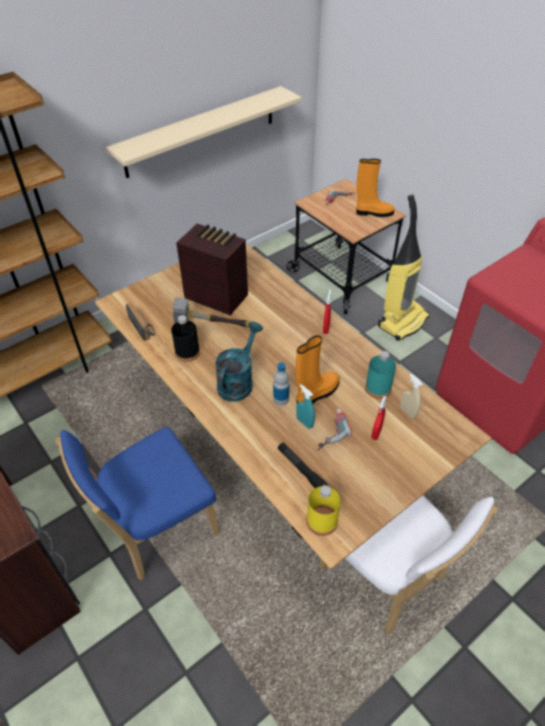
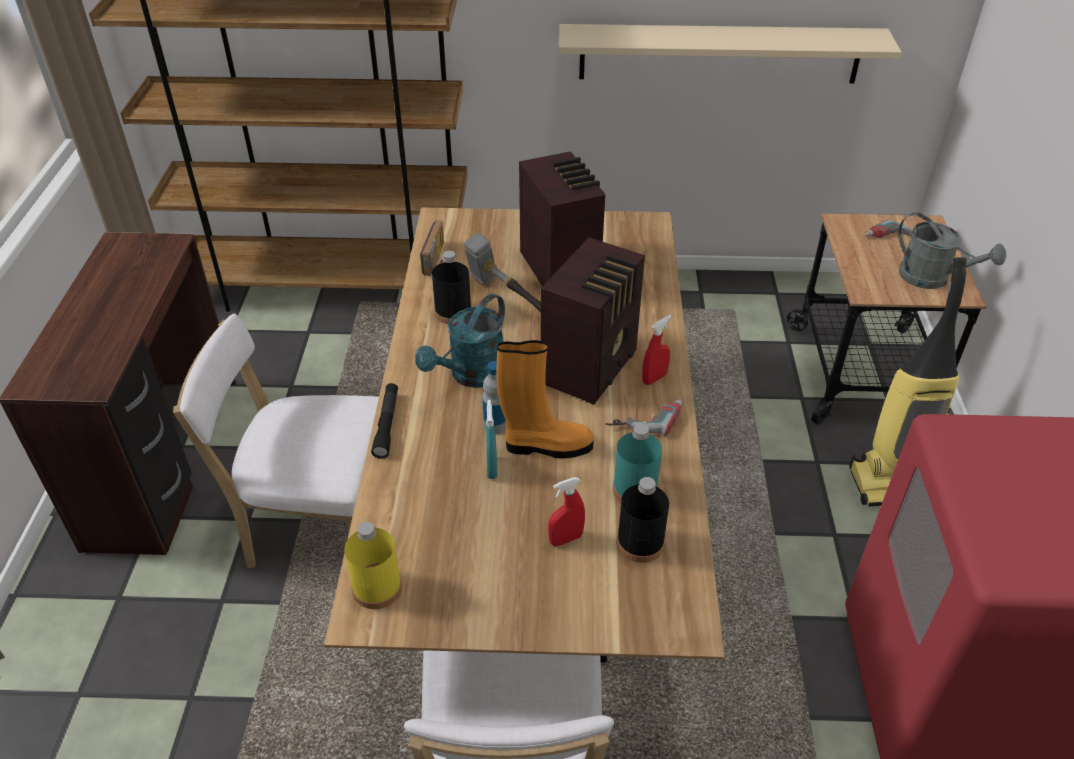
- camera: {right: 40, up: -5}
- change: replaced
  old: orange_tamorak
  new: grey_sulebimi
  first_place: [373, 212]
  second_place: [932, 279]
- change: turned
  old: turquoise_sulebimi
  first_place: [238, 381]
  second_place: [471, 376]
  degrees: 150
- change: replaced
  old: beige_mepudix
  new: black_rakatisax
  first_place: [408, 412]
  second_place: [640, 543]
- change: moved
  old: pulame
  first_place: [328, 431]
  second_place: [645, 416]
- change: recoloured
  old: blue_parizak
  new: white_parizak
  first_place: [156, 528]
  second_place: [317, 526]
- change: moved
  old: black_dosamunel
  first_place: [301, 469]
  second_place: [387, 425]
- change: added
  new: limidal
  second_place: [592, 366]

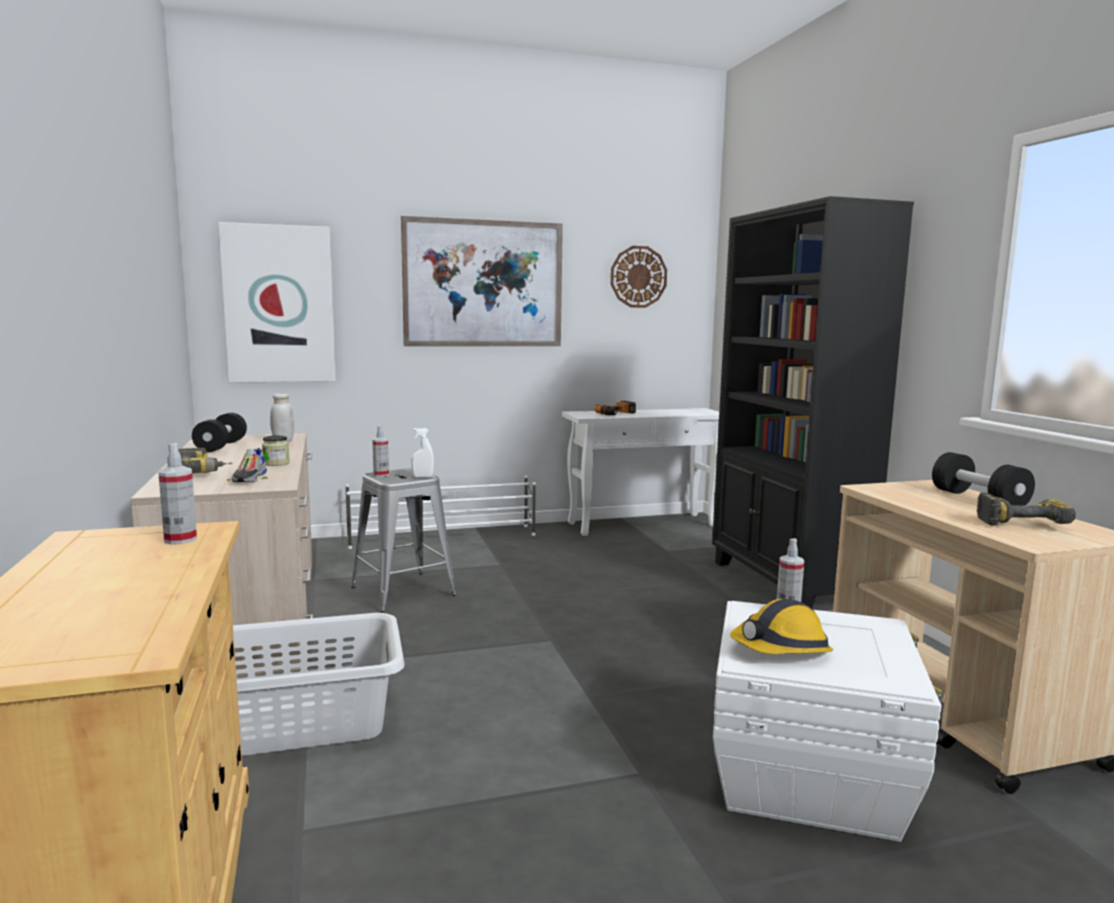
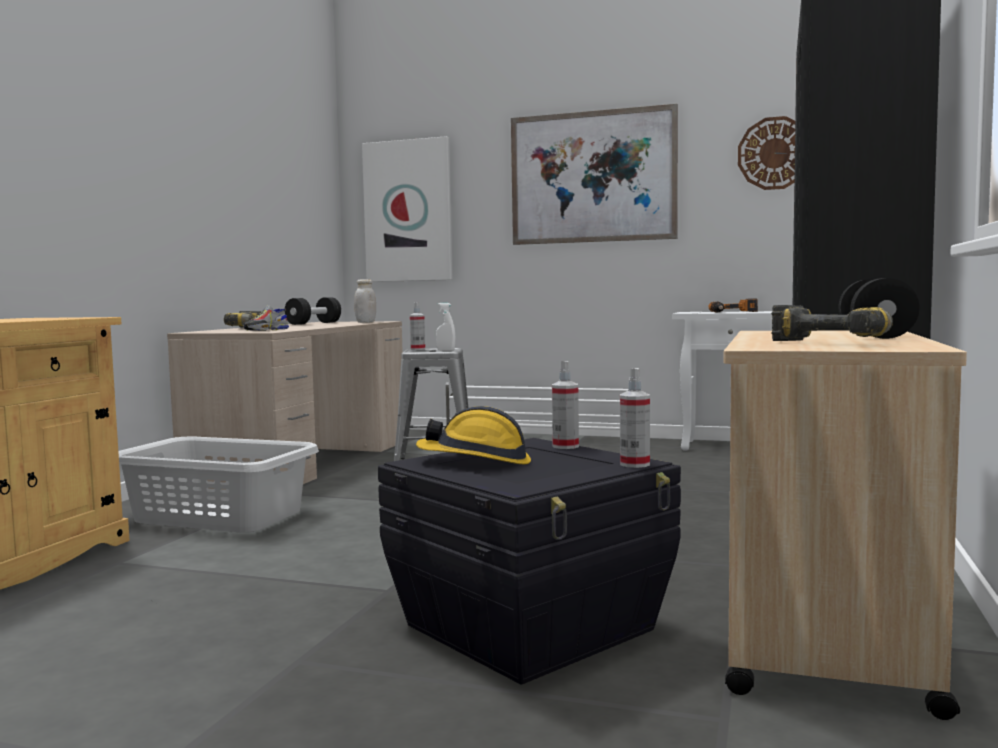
- camera: {right: 35, up: -5}
- change: removed
  old: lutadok
  first_place: [276, 463]
- change: moved
  old: mepudix
  first_place: [180, 539]
  second_place: [634, 464]
- change: recoloured
  old: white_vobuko
  new: black_vobuko
  first_place: [809, 776]
  second_place: [532, 627]

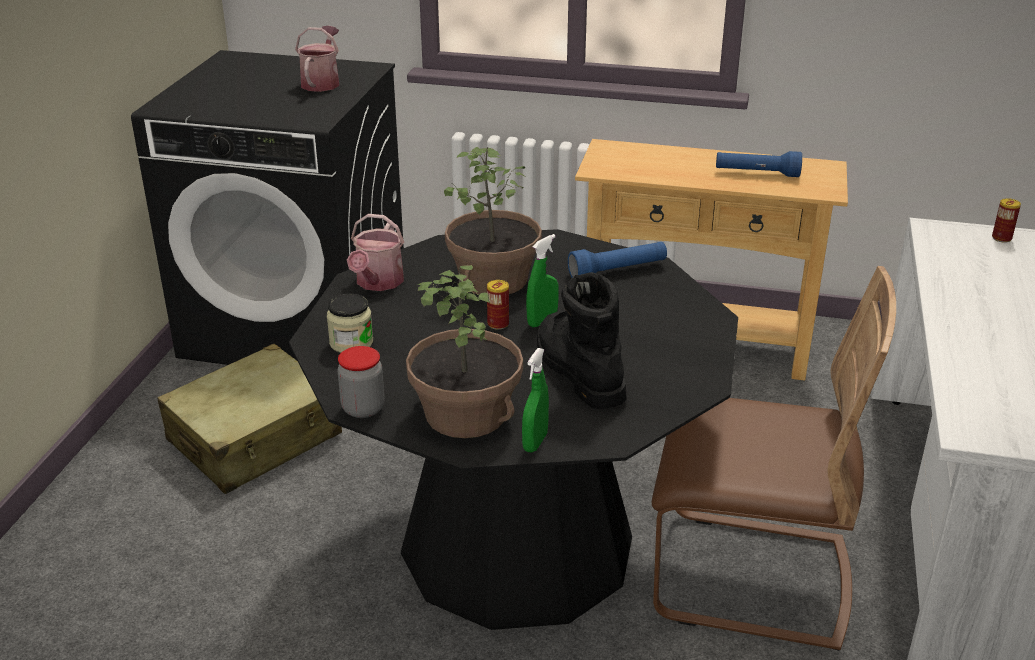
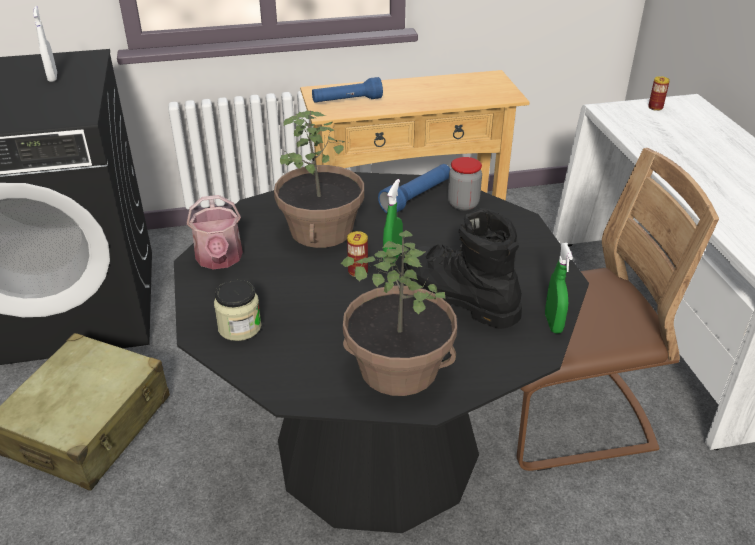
- camera: {right: -25, up: 5}
- change: replaced
  old: sulebimi
  new: white_mepudix
  first_place: [322, 82]
  second_place: [52, 77]
- change: moved
  old: blue_dosamunel
  first_place: [757, 173]
  second_place: [347, 101]
- change: moved
  old: lutadok
  first_place: [363, 408]
  second_place: [463, 204]
- change: moved
  old: green_mepudix
  first_place: [535, 442]
  second_place: [553, 323]

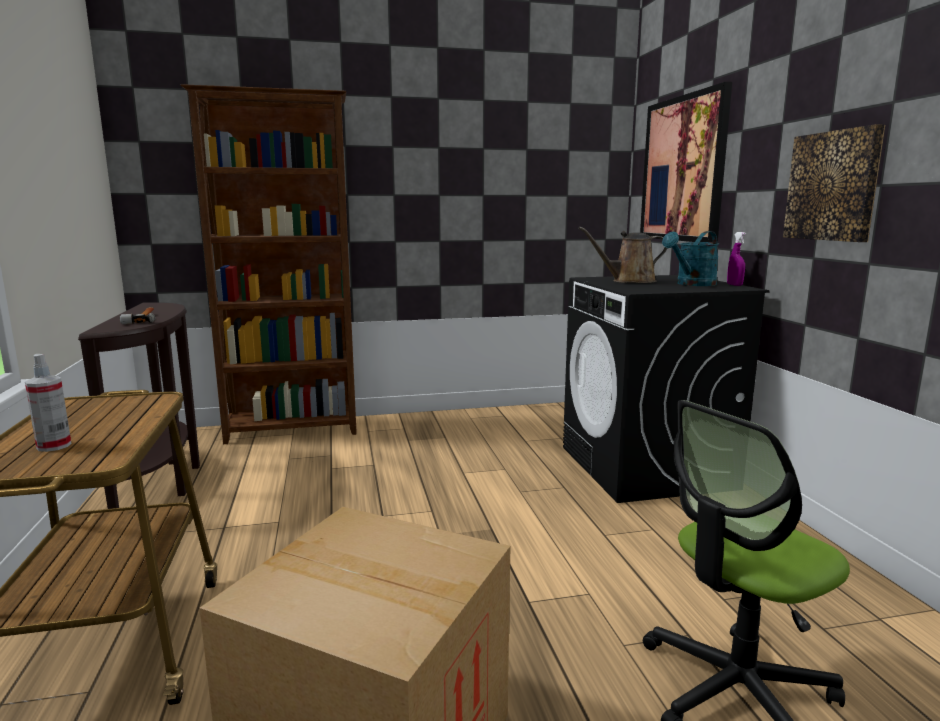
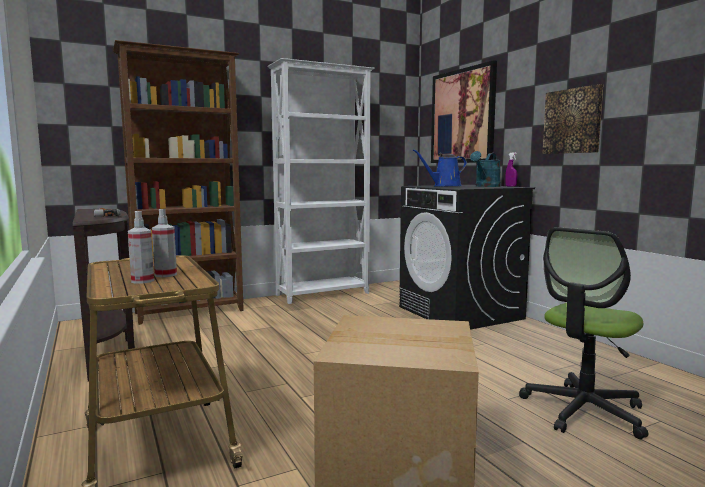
- camera: {right: -15, up: -5}
- change: recoloured
  old: brown_sulebimi
  new: blue_sulebimi
  first_place: [629, 281]
  second_place: [444, 186]
- change: added
  new: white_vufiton
  second_place: [324, 294]
- change: added
  new: mepudix
  second_place: [165, 275]

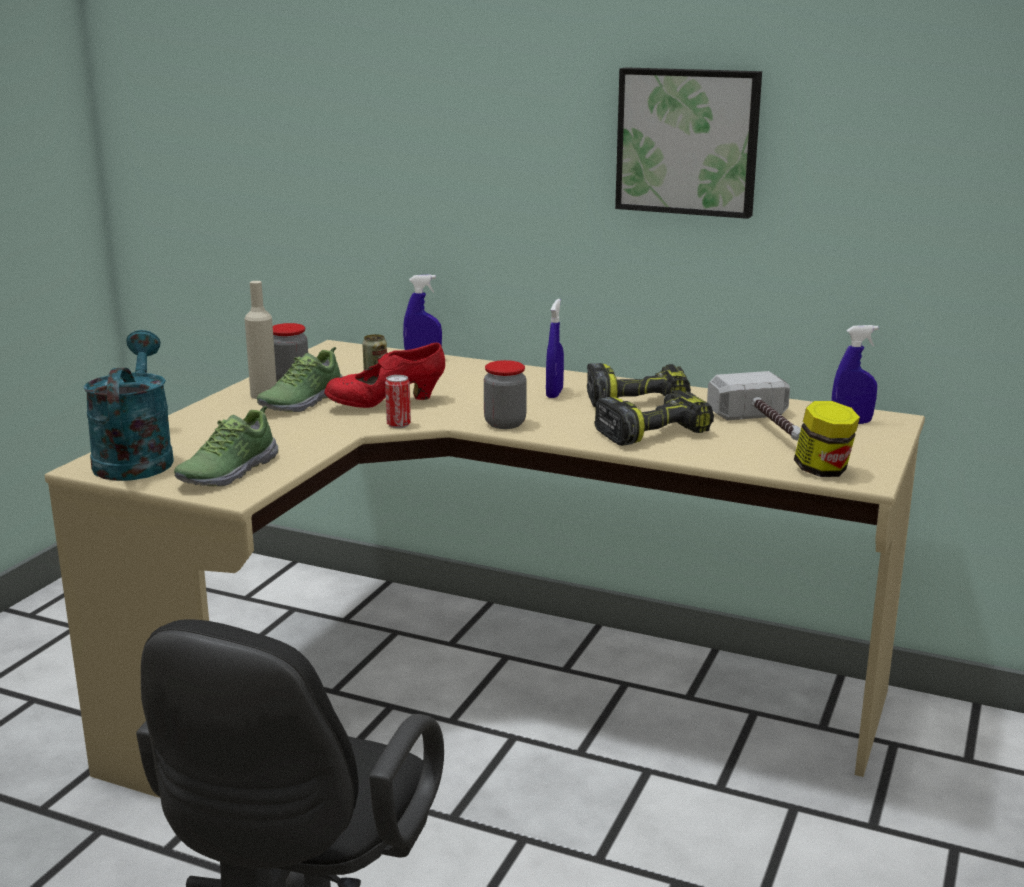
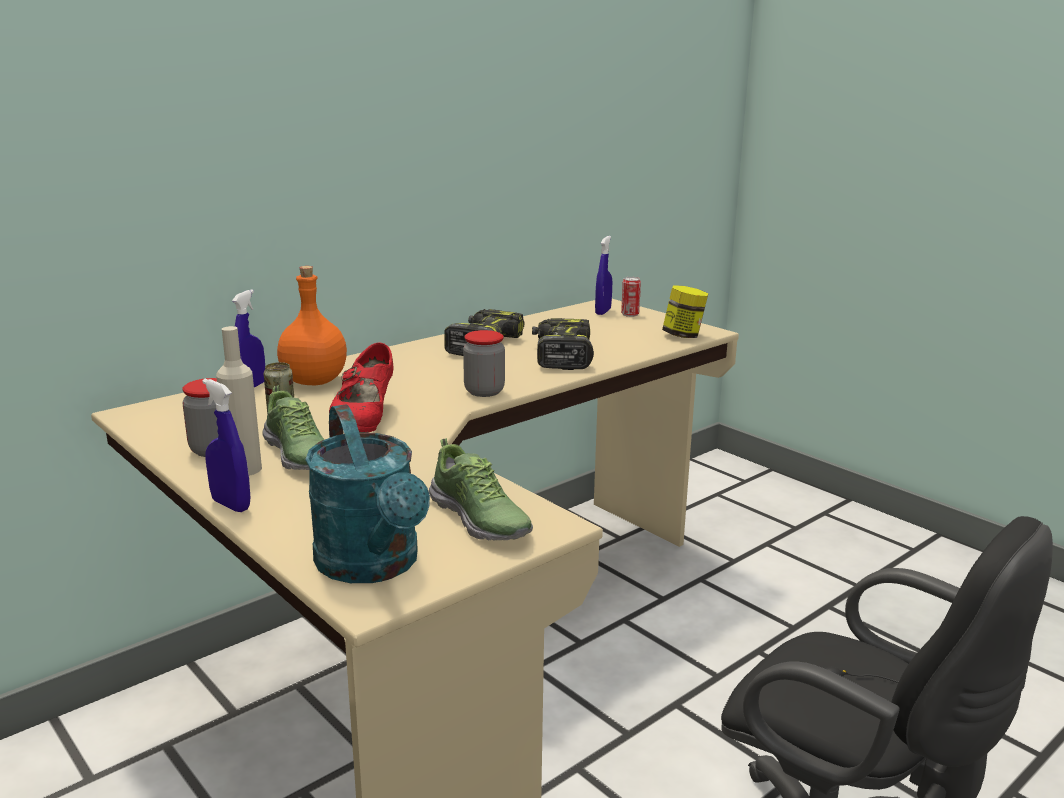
- camera: {right: -65, up: 0}
- change: removed
  old: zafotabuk
  first_place: [688, 141]
- change: moved
  old: blue_mepudix
  first_place: [554, 393]
  second_place: [231, 505]
- change: turned
  old: turquoise_sulebimi
  first_place: [135, 458]
  second_place: [373, 566]
  degrees: -135
- change: removed
  old: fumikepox
  first_place: [766, 429]
- change: moved
  old: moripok
  first_place: [398, 425]
  second_place: [630, 314]
- change: added
  new: orange_rakatisax
  second_place: [315, 381]

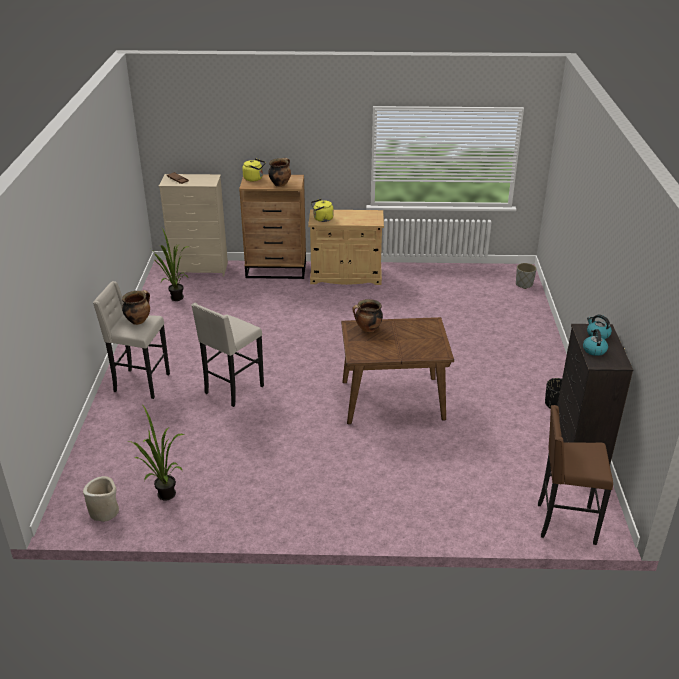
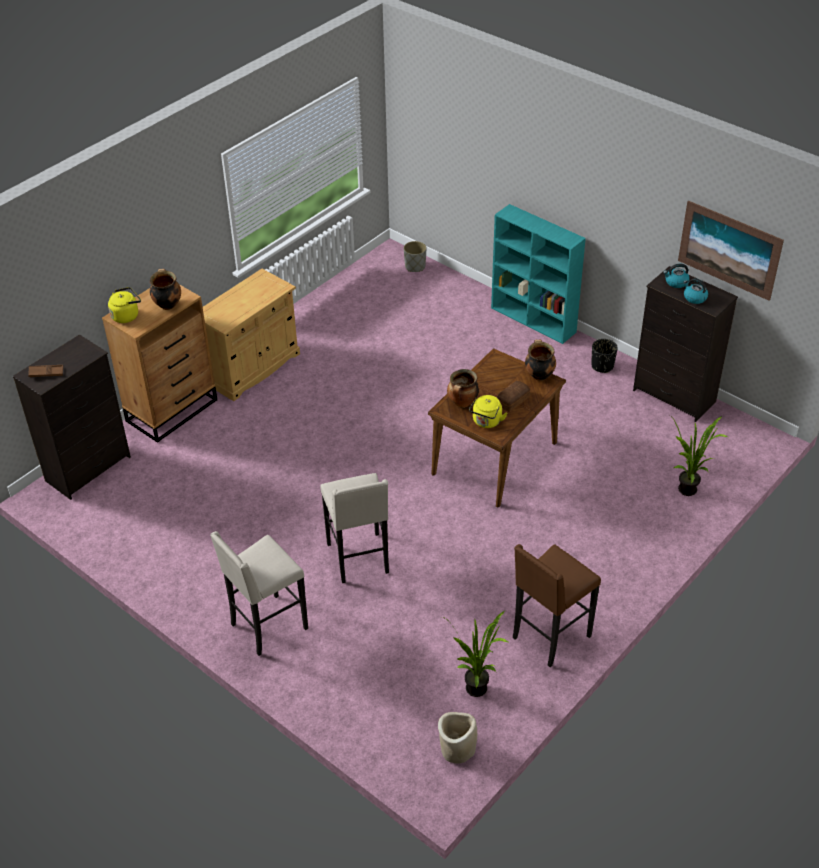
- camera: {right: -50, up: 10}
- change: recoloured
  old: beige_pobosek
  new: black_pobosek
  first_place: [200, 269]
  second_place: [89, 469]
- change: moved
  old: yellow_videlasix
  first_place: [322, 219]
  second_place: [486, 422]
- change: moved
  old: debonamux
  first_place: [174, 299]
  second_place: [689, 493]
- change: moved
  old: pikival
  first_place: [138, 320]
  second_place: [539, 375]
- change: moved
  old: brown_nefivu
  first_place: [564, 523]
  second_place: [549, 637]
- change: added
  new: zafotabuk
  second_place: [729, 250]
- change: added
  new: turquoise_vufiton
  second_place: [534, 320]
- change: added
  new: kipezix
  second_place: [512, 400]

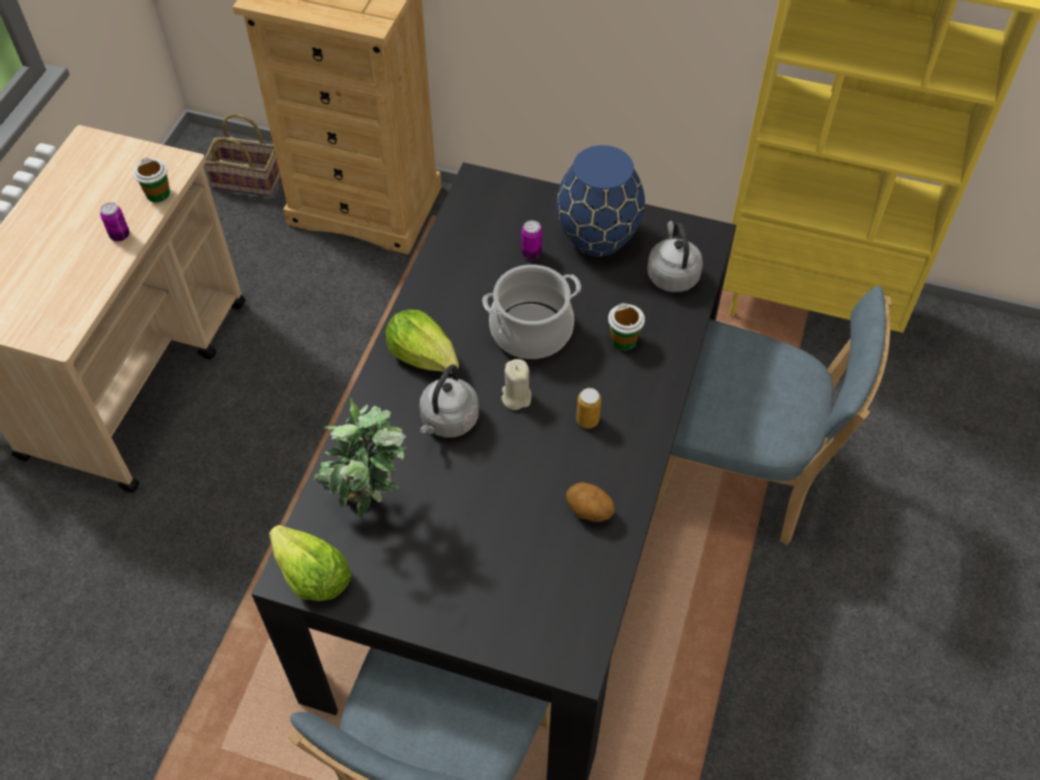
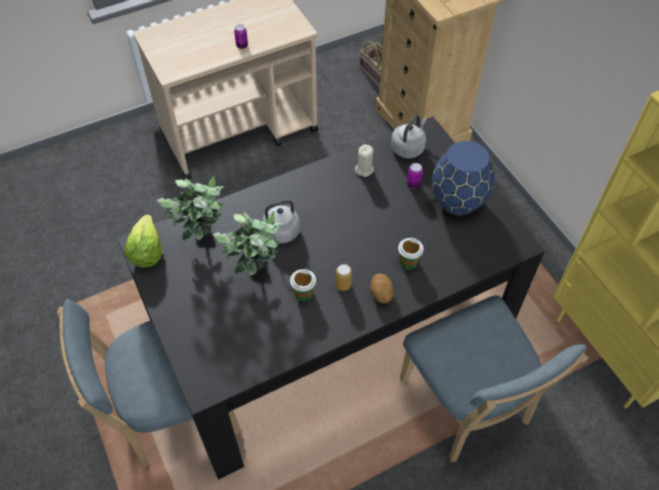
- camera: {right: 45, up: 0}
- change: moved
  old: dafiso
  first_place: [158, 194]
  second_place: [303, 293]
- change: moved
  old: grey_videlasix
  first_place: [672, 274]
  second_place: [408, 147]
- change: removed
  old: pikival
  first_place: [531, 330]
- change: removed
  old: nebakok
  first_place: [424, 355]
- change: moved
  old: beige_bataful
  first_place: [516, 397]
  second_place: [364, 169]
- change: moved
  old: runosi
  first_place: [588, 511]
  second_place: [380, 294]
- change: added
  new: debonamux
  second_place: [256, 275]

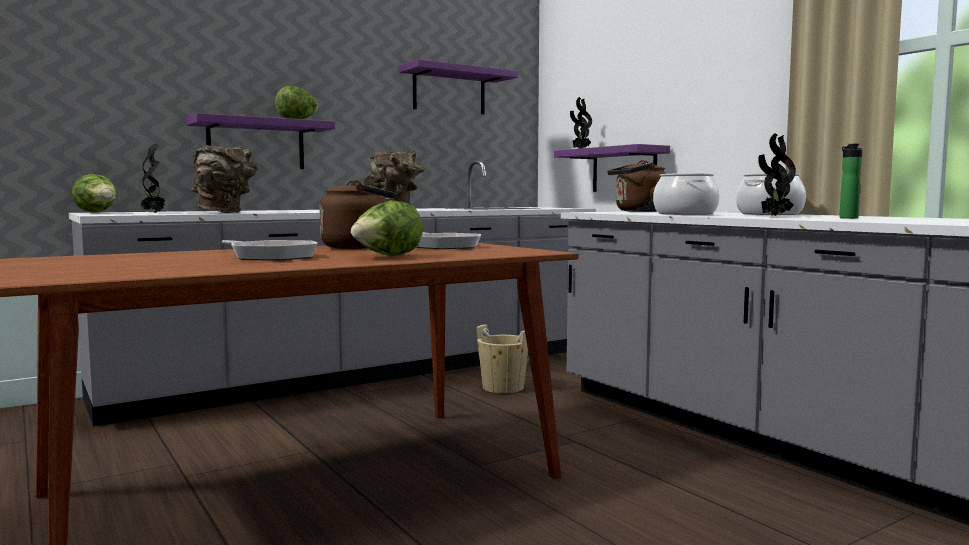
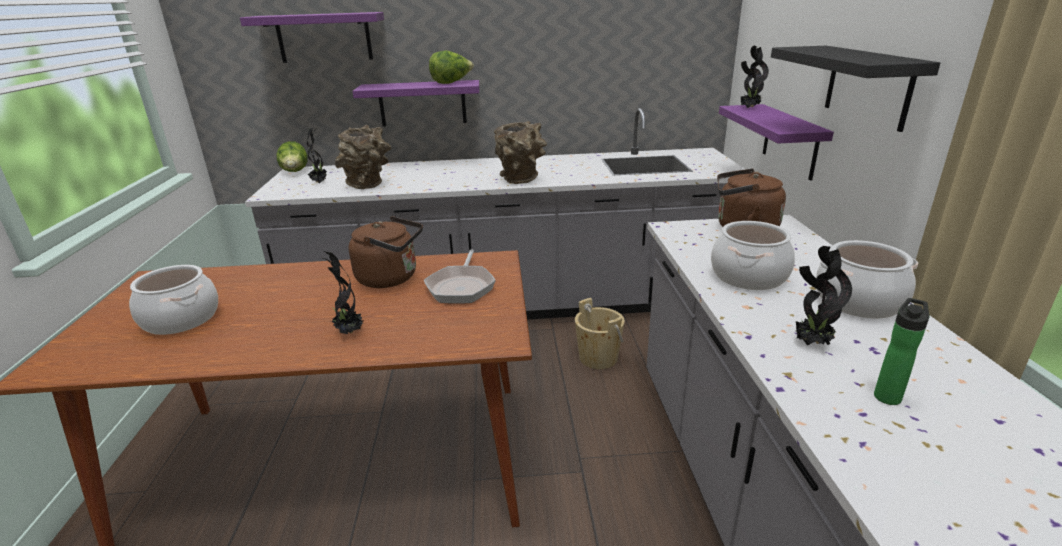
- camera: {right: 30, up: 20}
- change: moved
  old: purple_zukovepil
  first_place: [449, 91]
  second_place: [324, 37]
- change: replaced
  old: nebakok
  new: debonamux
  first_place: [387, 256]
  second_place: [348, 332]
- change: removed
  old: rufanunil
  first_place: [270, 256]
- change: added
  new: black_zukovepil
  second_place: [867, 86]
- change: added
  new: pikival
  second_place: [180, 319]

